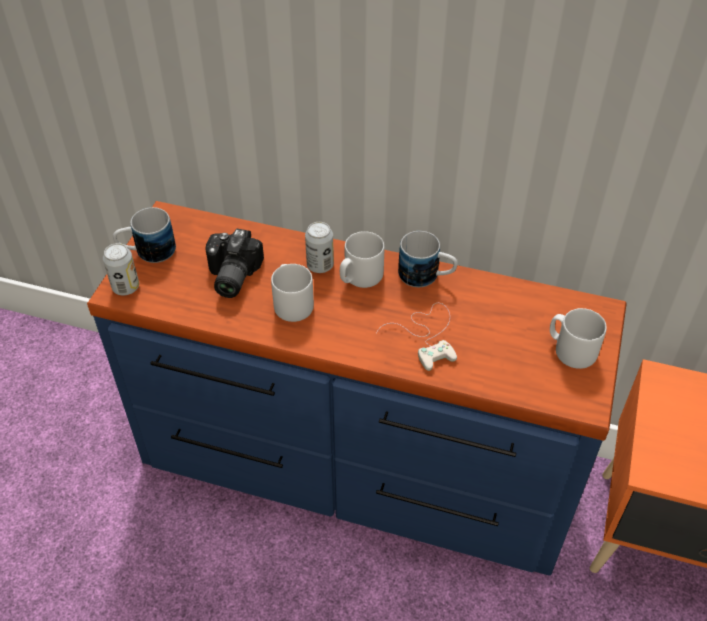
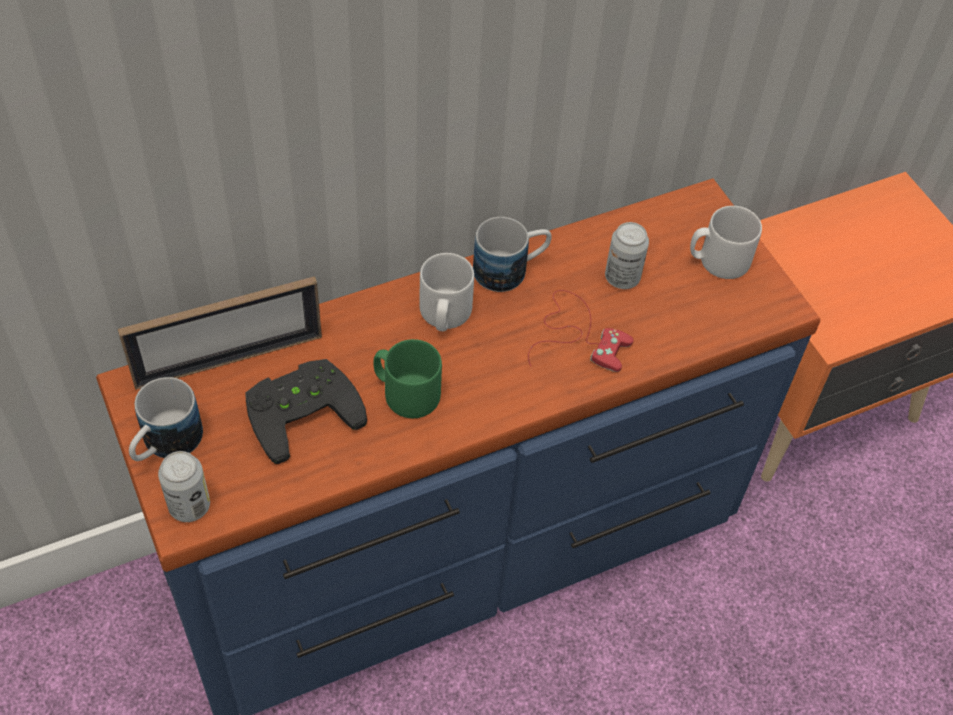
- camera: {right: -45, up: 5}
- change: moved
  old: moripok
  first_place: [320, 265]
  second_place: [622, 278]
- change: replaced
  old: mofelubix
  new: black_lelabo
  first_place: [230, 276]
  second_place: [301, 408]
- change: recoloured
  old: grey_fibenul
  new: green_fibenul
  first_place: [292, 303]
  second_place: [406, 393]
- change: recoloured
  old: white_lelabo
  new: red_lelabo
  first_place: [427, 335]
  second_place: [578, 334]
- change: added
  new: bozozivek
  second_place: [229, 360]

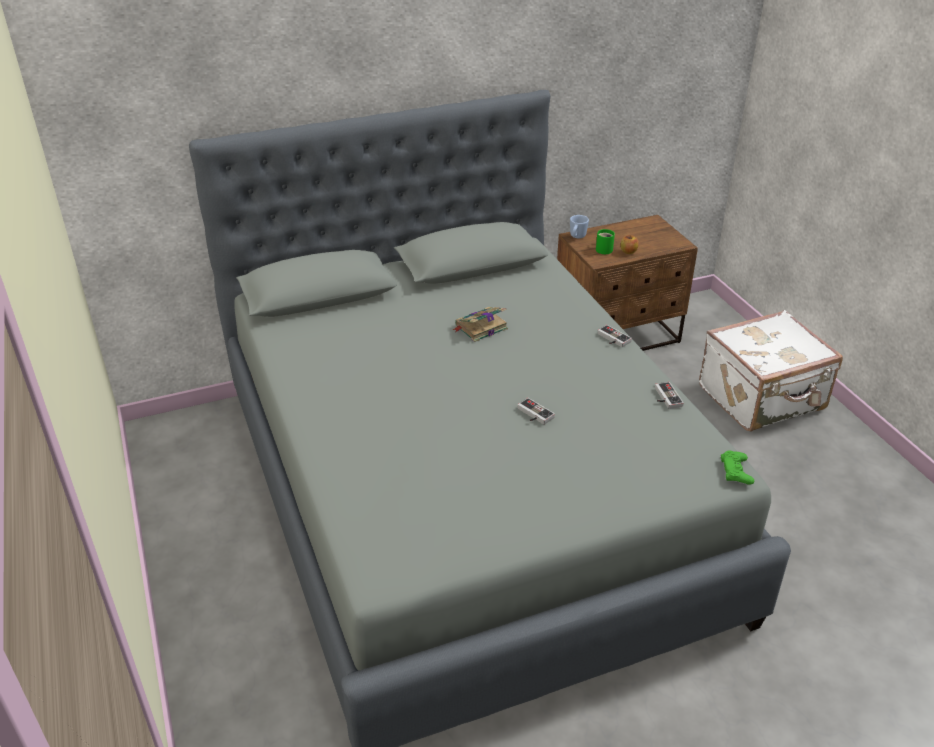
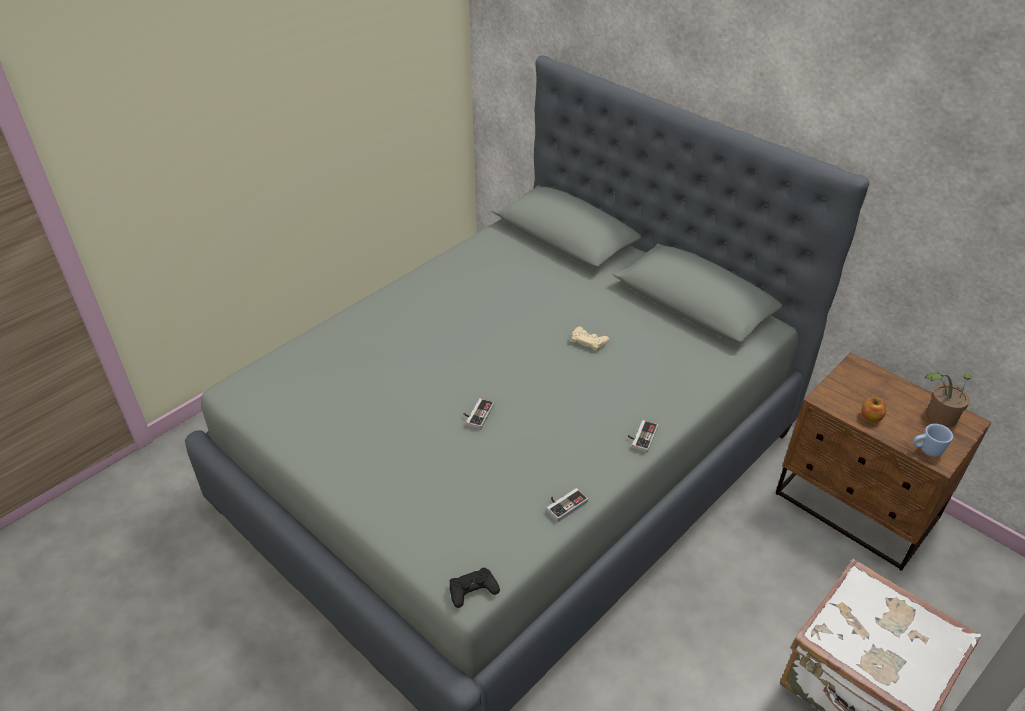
- camera: {right: 65, up: 5}
- change: moved
  old: blue_fibenul
  first_place: [577, 237]
  second_place: [926, 450]
- change: removed
  old: green_fibenul
  first_place: [604, 249]
- change: replaced
  old: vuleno
  new: beige_lelabo
  first_place: [480, 328]
  second_place: [588, 341]
- change: recoloured
  old: green_lelabo
  new: black_lelabo
  first_place: [736, 471]
  second_place: [473, 590]
- change: added
  new: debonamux
  second_place: [937, 417]

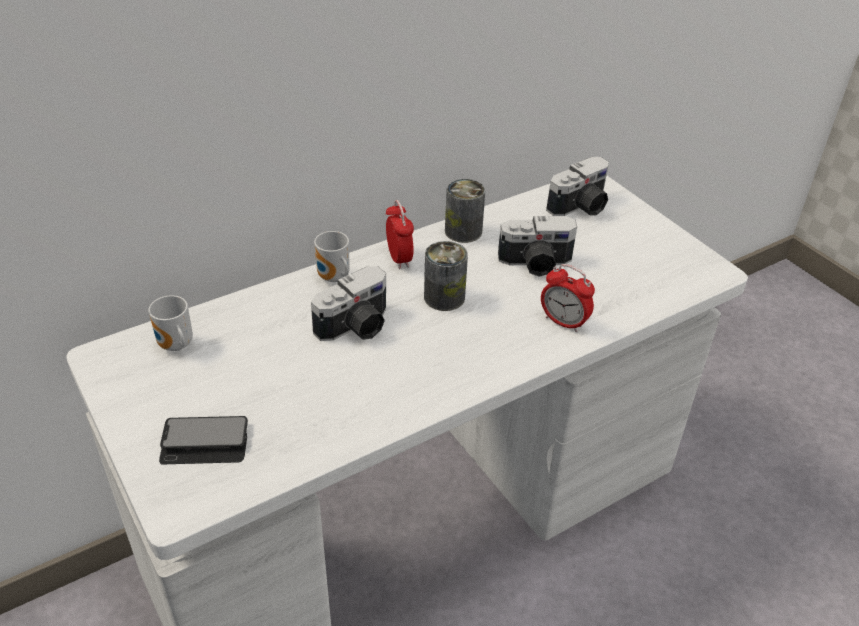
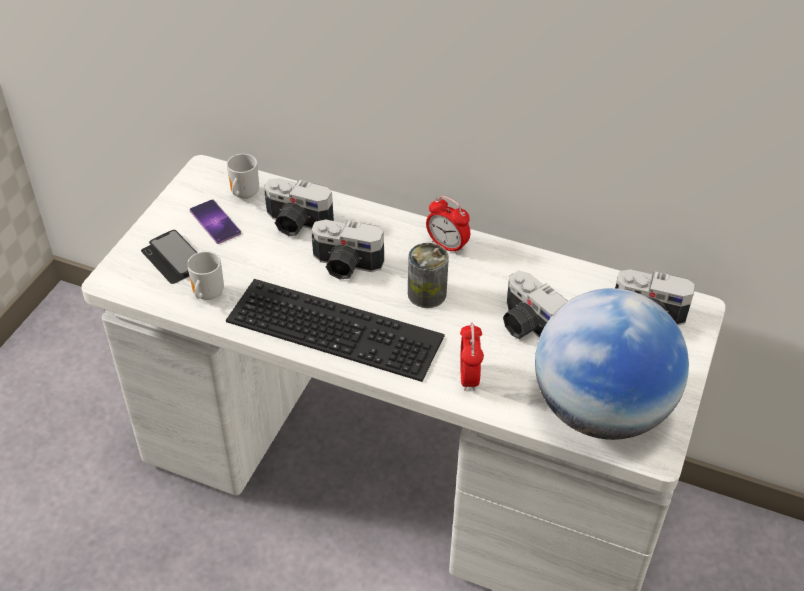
- camera: {right: 55, up: 5}
- change: removed
  old: moripok
  first_place: [463, 231]
- change: turned
  old: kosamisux
  first_place: [399, 258]
  second_place: [447, 246]
  degrees: 90
- change: moved
  old: fibenul
  first_place: [333, 278]
  second_place: [206, 295]
- change: added
  new: mofelubix
  second_place: [296, 224]
- change: added
  new: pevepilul
  second_place: [215, 222]
- change: added
  new: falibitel
  second_place: [338, 326]
- change: added
  new: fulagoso
  second_place: [599, 410]

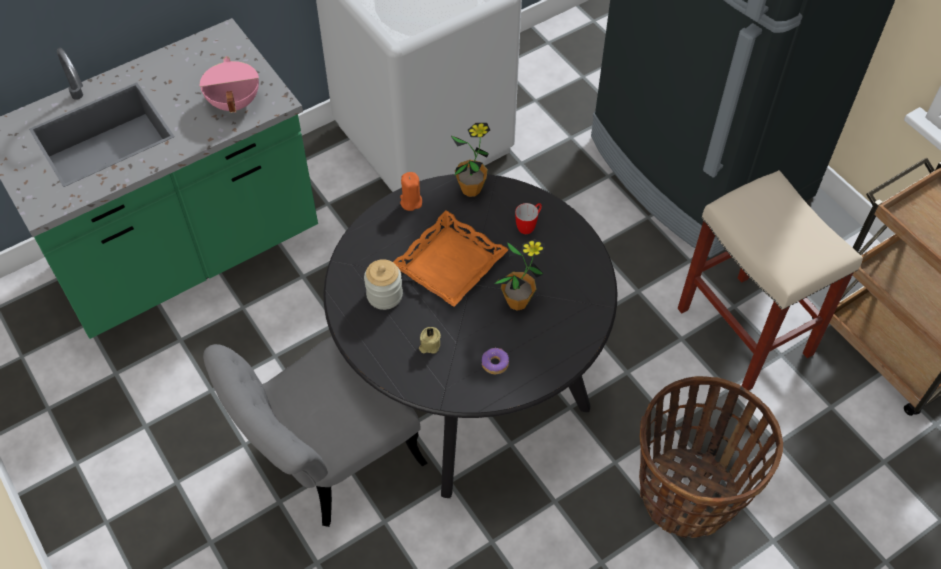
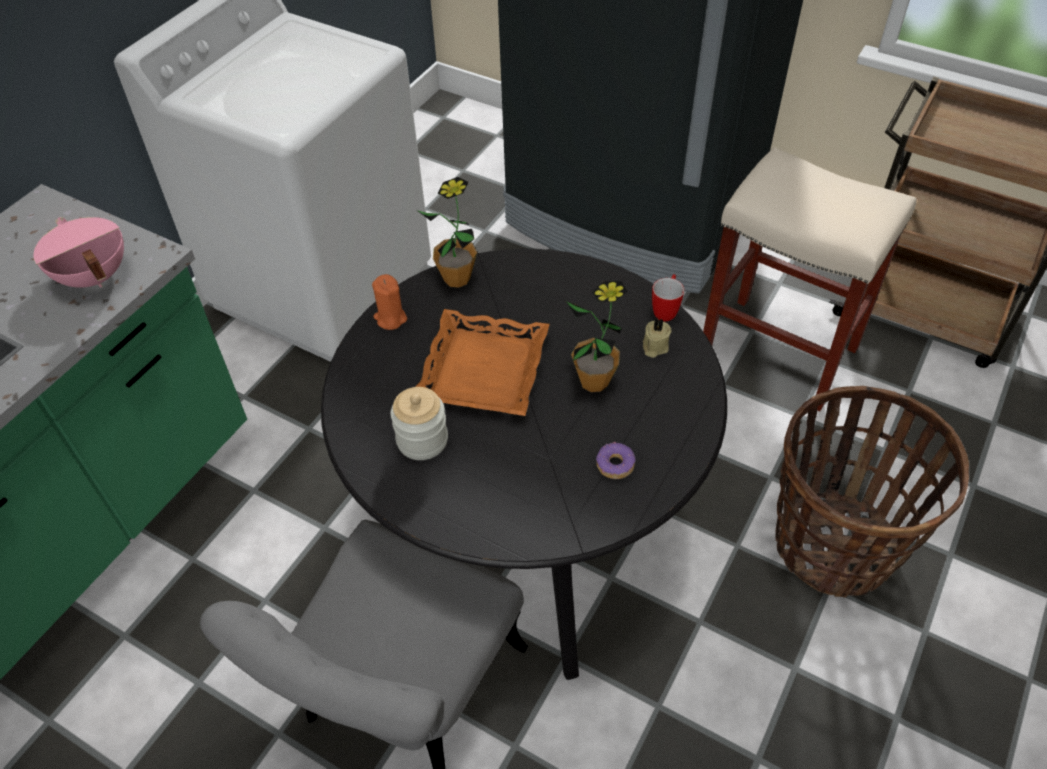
- camera: {right: -25, up: -5}
- change: moved
  old: fibenul
  first_place: [529, 226]
  second_place: [666, 310]
- change: moved
  old: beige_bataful
  first_place: [429, 345]
  second_place: [654, 347]

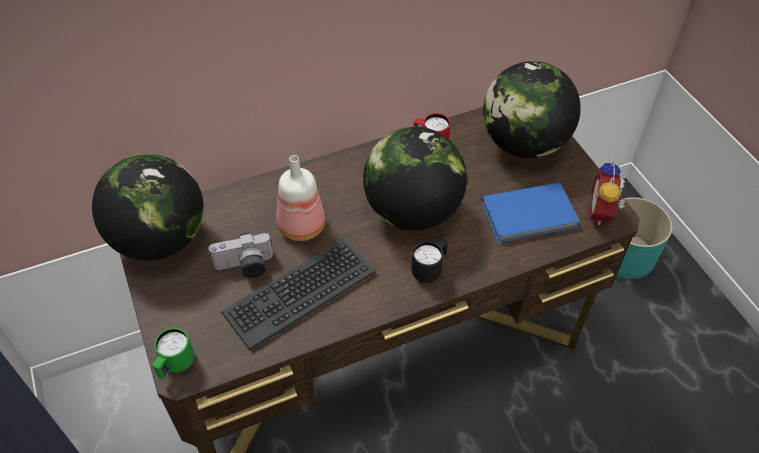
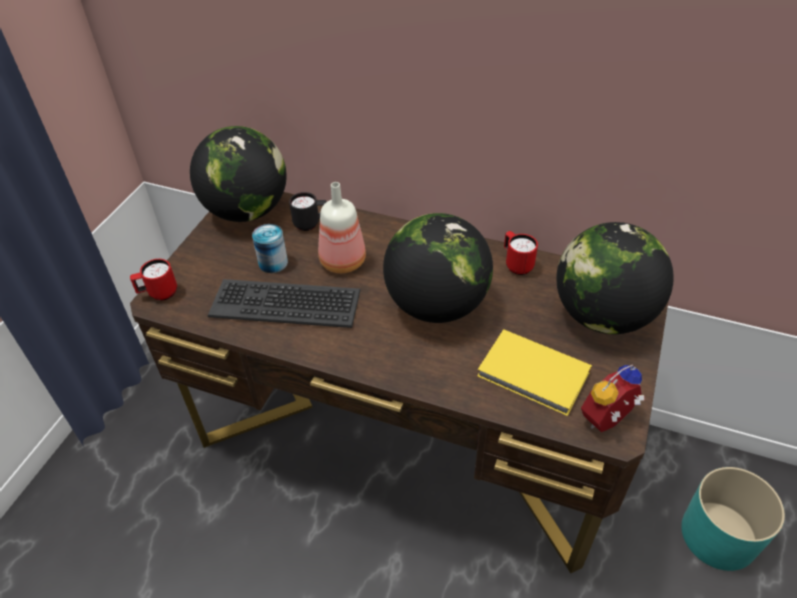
- camera: {right: 45, up: -5}
- change: recoloured
  old: blue_vuleno
  new: yellow_vuleno
  first_place: [530, 215]
  second_place: [534, 375]
- change: replaced
  old: mofelubix
  new: moripok
  first_place: [245, 267]
  second_place: [273, 263]
- change: moved
  old: black_fibenul
  first_place: [429, 270]
  second_place: [311, 224]
- change: recoloured
  old: green_fibenul
  new: red_fibenul
  first_place: [175, 366]
  second_place: [158, 294]

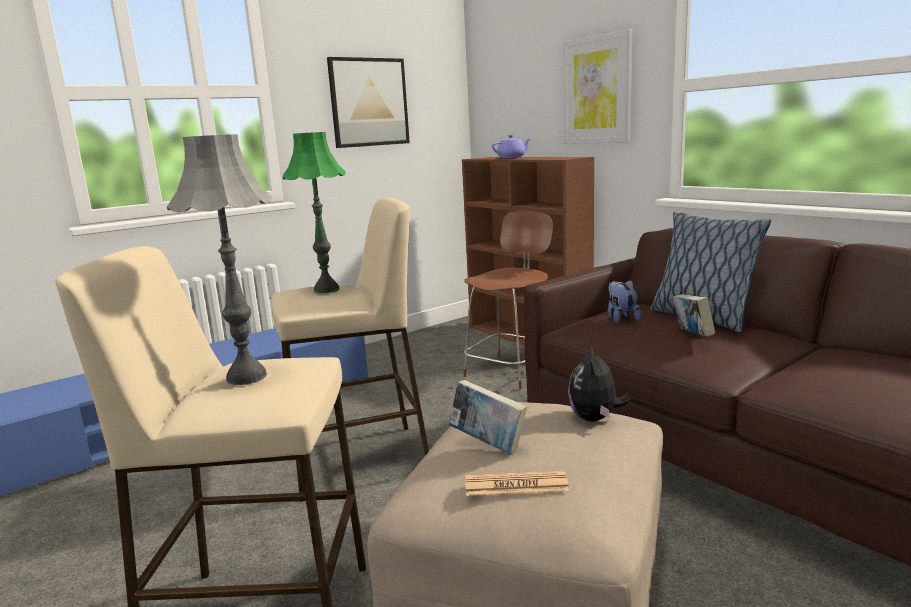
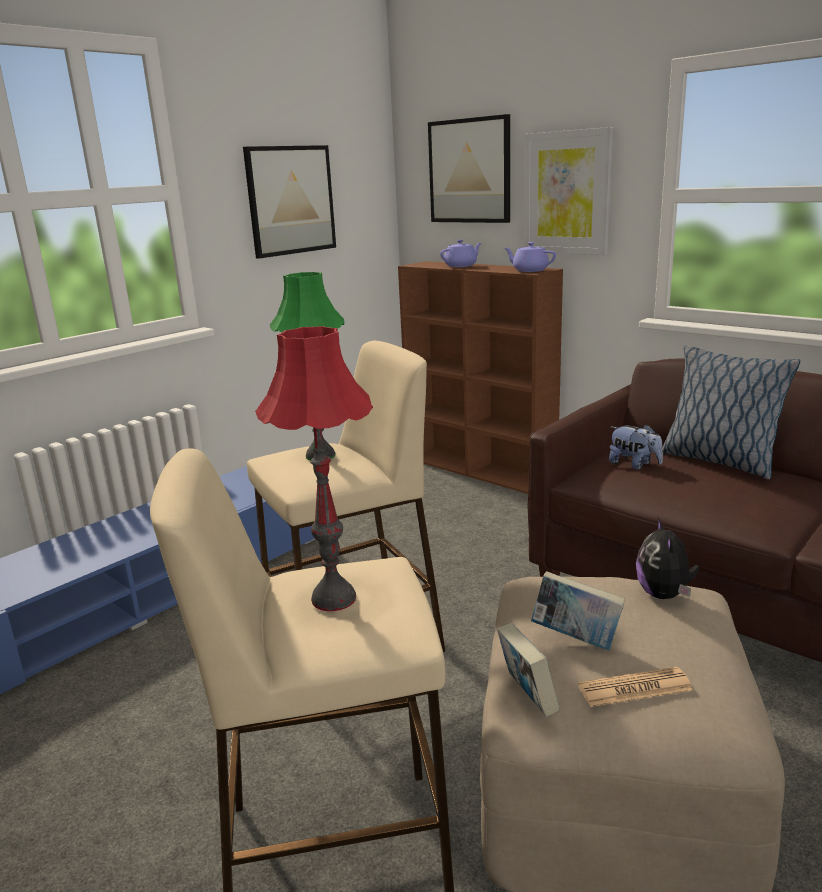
- camera: {right: -10, up: 5}
- change: recoloured
  old: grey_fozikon
  new: red_fozikon
  first_place: [247, 377]
  second_place: [334, 598]
- change: removed
  old: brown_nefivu
  first_place: [511, 370]
- change: turned
  old: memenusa
  first_place: [621, 318]
  second_place: [634, 465]
  degrees: 150
- change: moved
  old: vuleno
  first_place: [692, 336]
  second_place: [526, 697]
- change: added
  new: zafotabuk
  second_place: [469, 171]
- change: added
  new: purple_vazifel
  second_place: [529, 270]

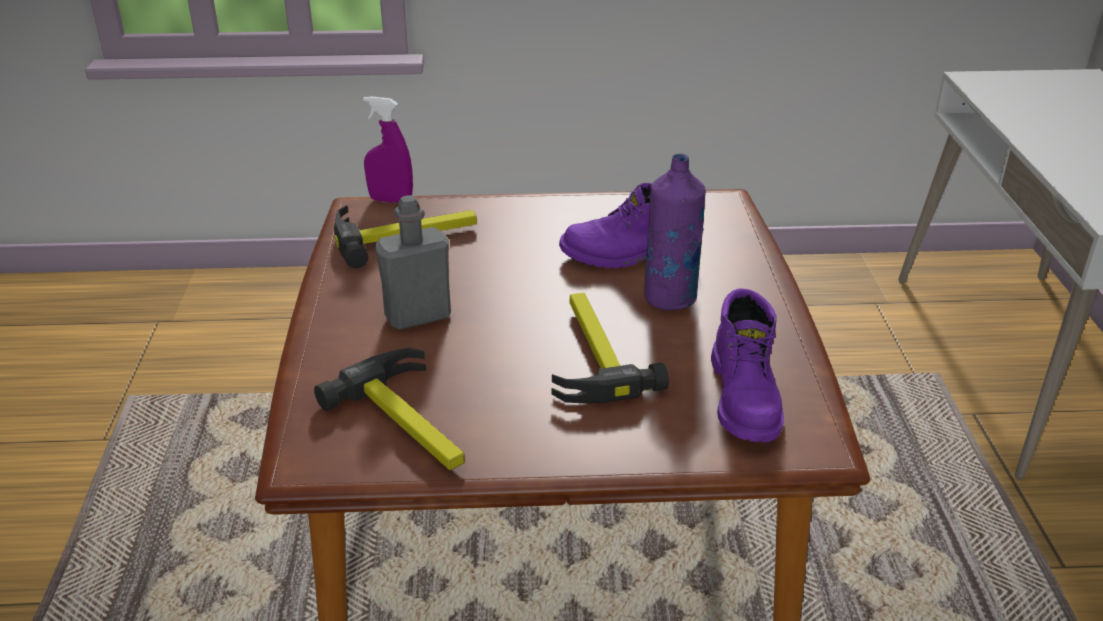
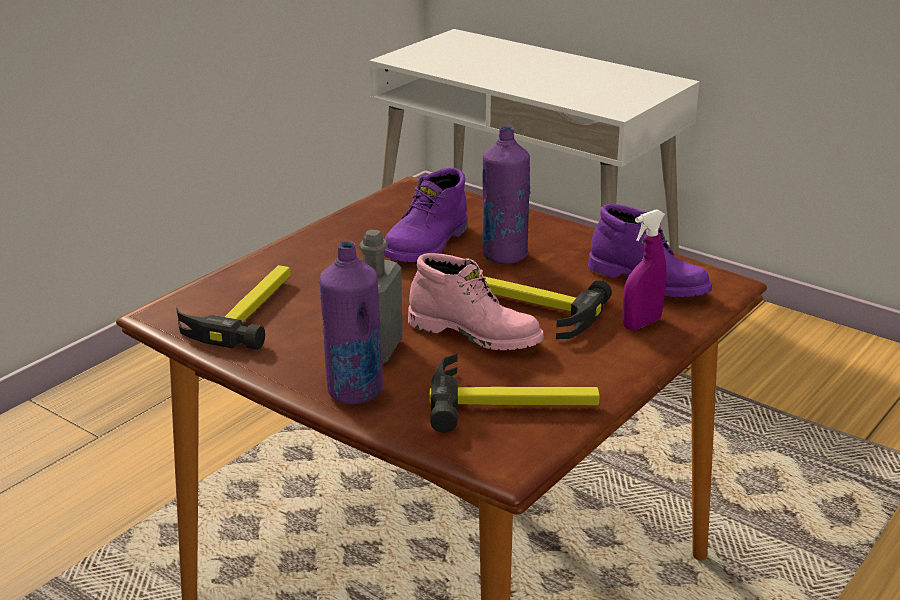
- camera: {right: -50, up: -5}
- change: moved
  old: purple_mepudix
  first_place: [391, 200]
  second_place: [641, 323]
- change: added
  new: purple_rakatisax
  second_place: [354, 392]
- change: added
  new: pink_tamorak
  second_place: [476, 334]

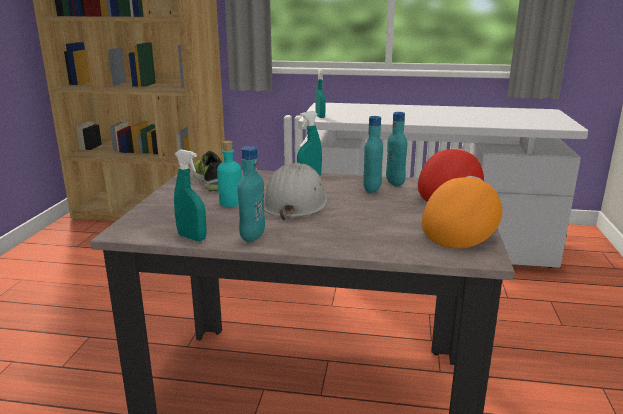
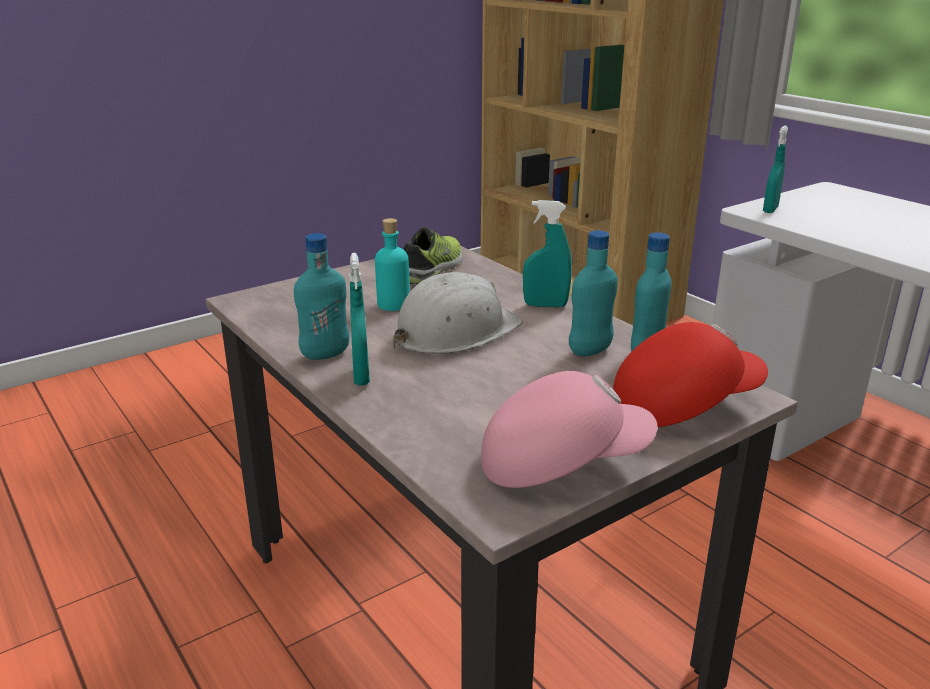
- camera: {right: 45, up: 5}
- change: moved
  old: turquoise_mepudix
  first_place: [192, 237]
  second_place: [361, 376]
- change: recoloured
  old: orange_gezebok
  new: pink_gezebok
  first_place: [461, 231]
  second_place: [562, 462]

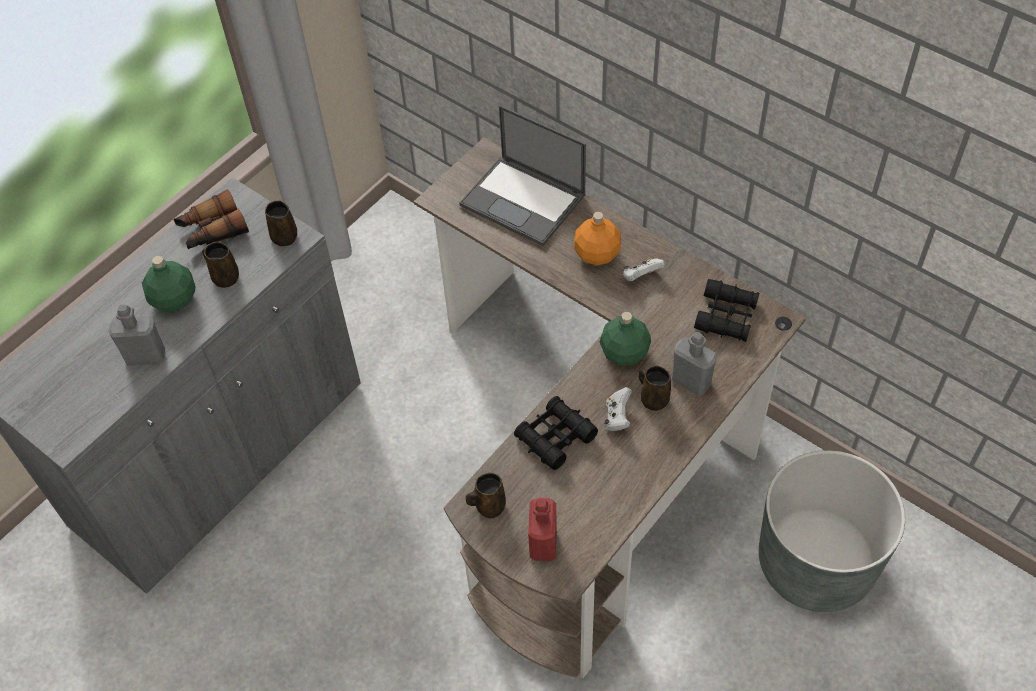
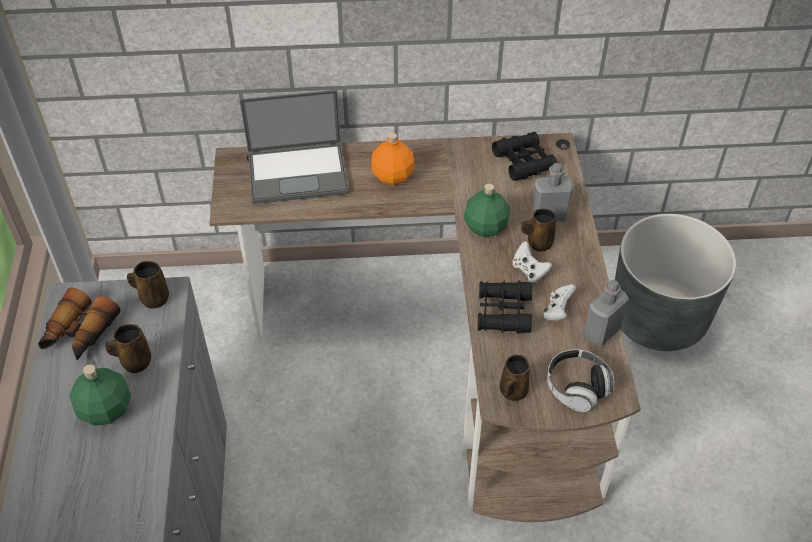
- camera: {right: -45, up: -5}
- change: moved
  old: white_lelabo
  first_place: [641, 277]
  second_place: [557, 311]
- change: moved
  old: grey_rakatisax
  first_place: [146, 356]
  second_place: [601, 332]
- change: replaced
  old: red_rakatisax
  new: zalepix
  first_place: [543, 543]
  second_place: [577, 387]

